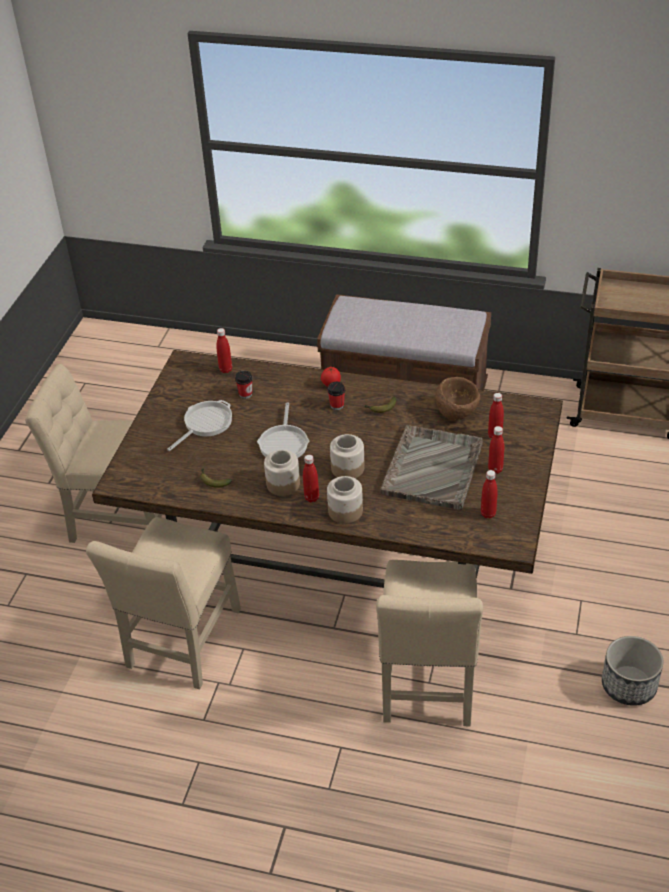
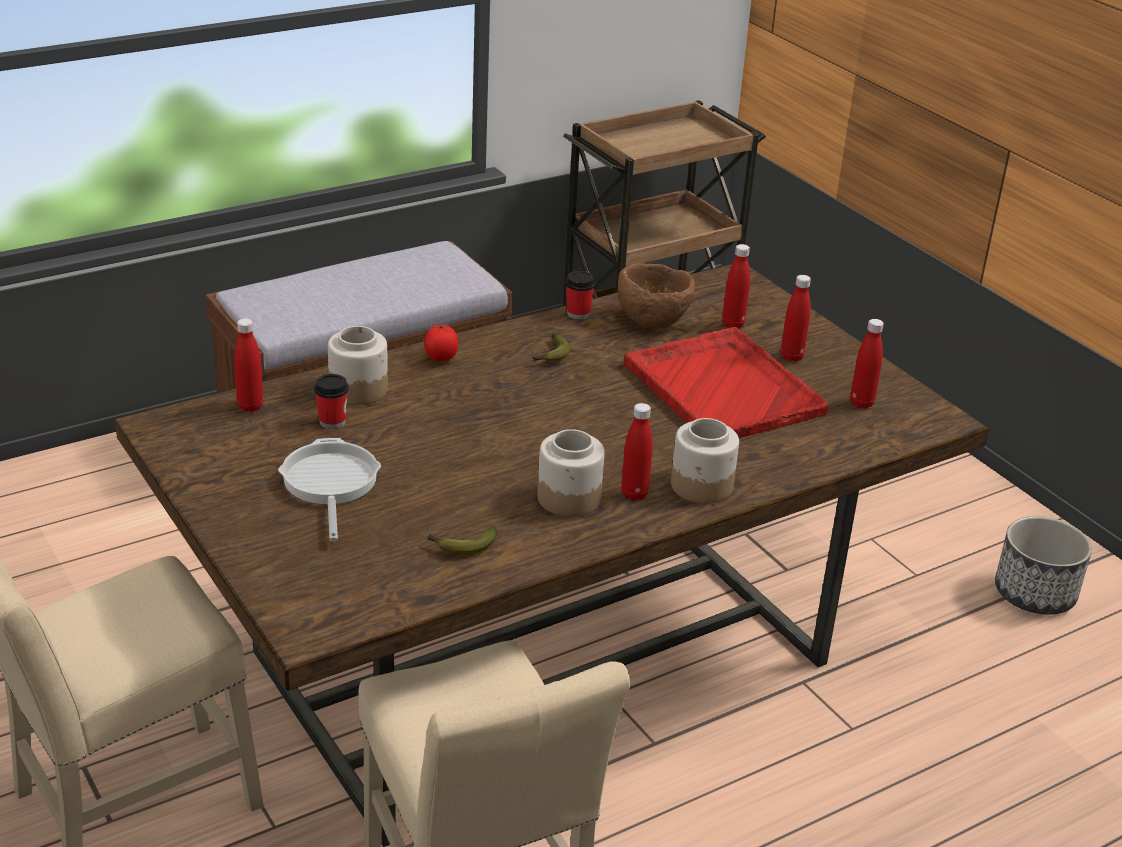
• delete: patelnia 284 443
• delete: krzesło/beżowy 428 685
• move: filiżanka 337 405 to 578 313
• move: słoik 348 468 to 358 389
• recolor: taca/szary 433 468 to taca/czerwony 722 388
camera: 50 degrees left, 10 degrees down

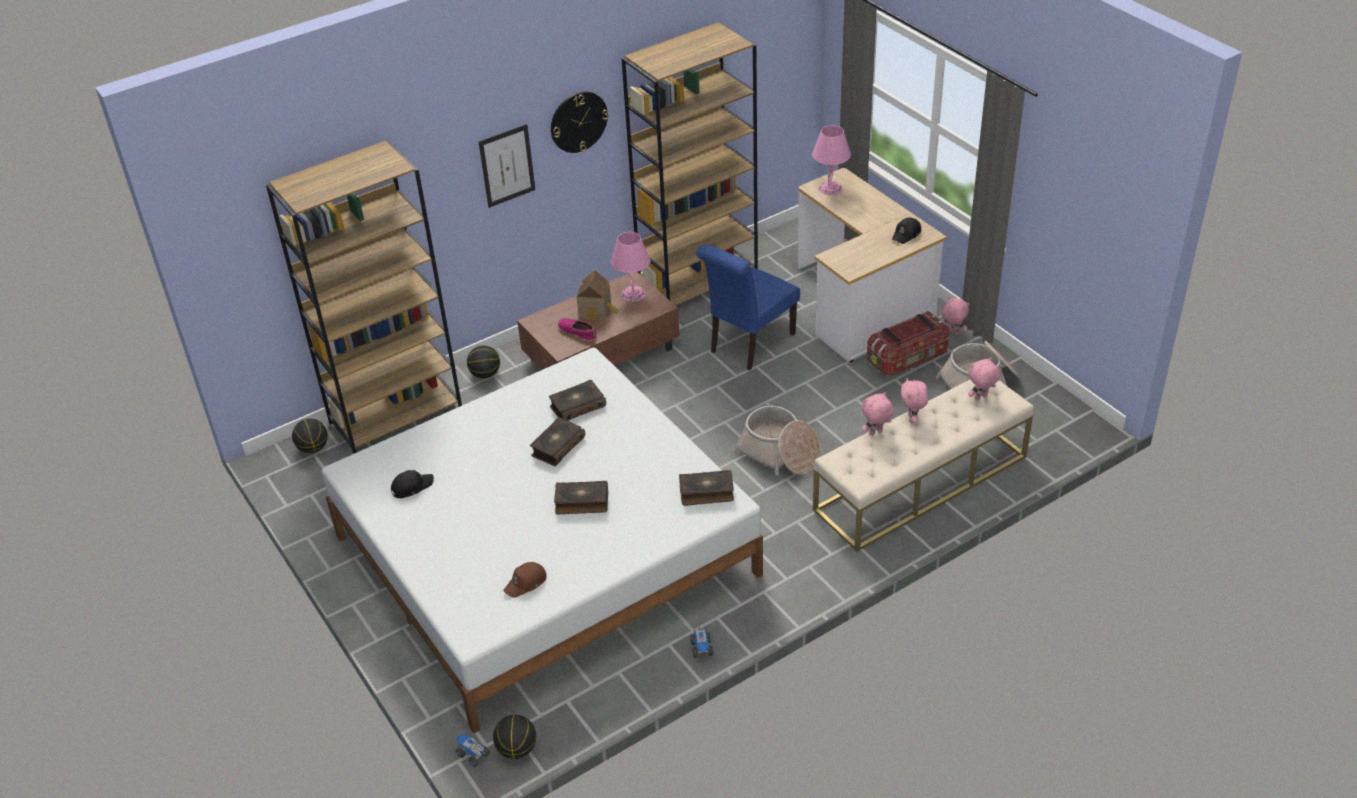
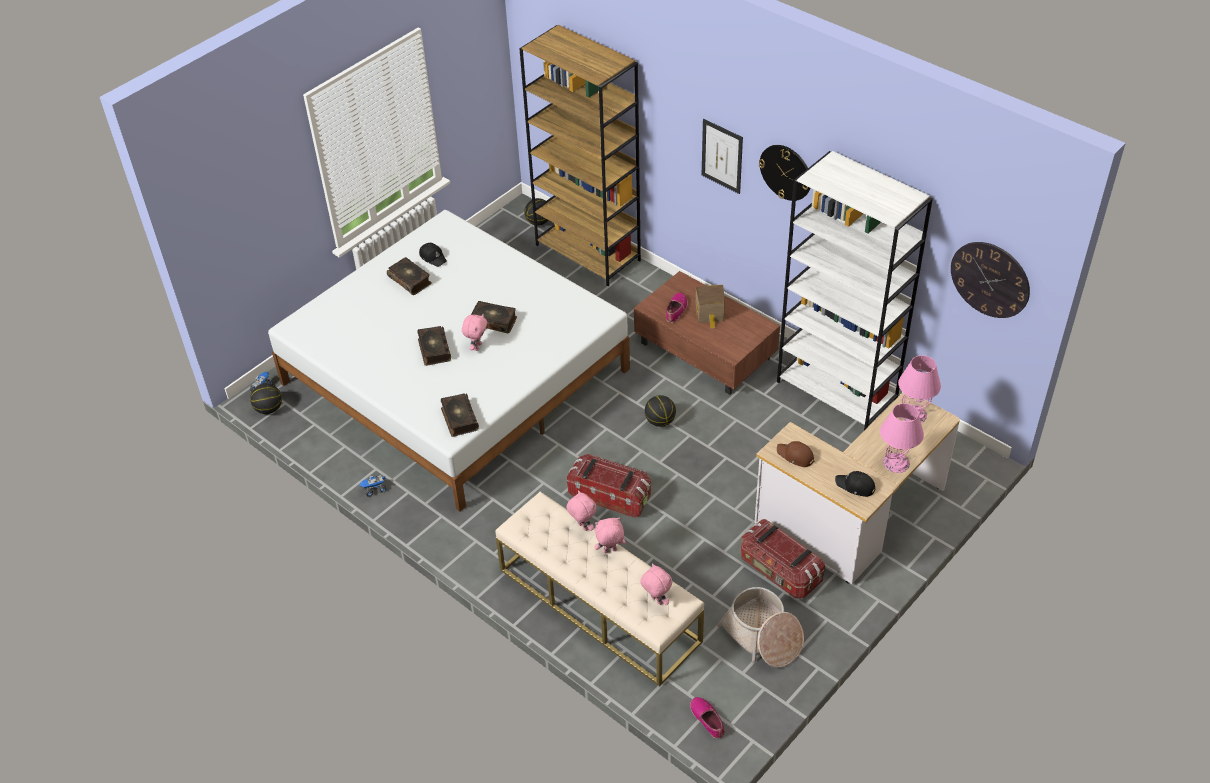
• delete: krzesło/niebieski 748 345
• insert: but 708 719
• insert: zegar ścienny 990 279
• move: piłka do koszykówki 485 374 to 660 421
• move: czapka z daszkiem/brązowy 526 583 to 795 456
• move: książka 577 406 to 410 280
• move: lampa stołowa/różowy 632 294 to 896 462
• move: pluszak/różowy 952 333 to 477 346
• replace: koszyk 779 454 to pojemnik do przechowywania 610 496
• recolor: regał/brązowy 698 282 to regał/biały 837 391
camera: 75 degrees right, 5 degrees up

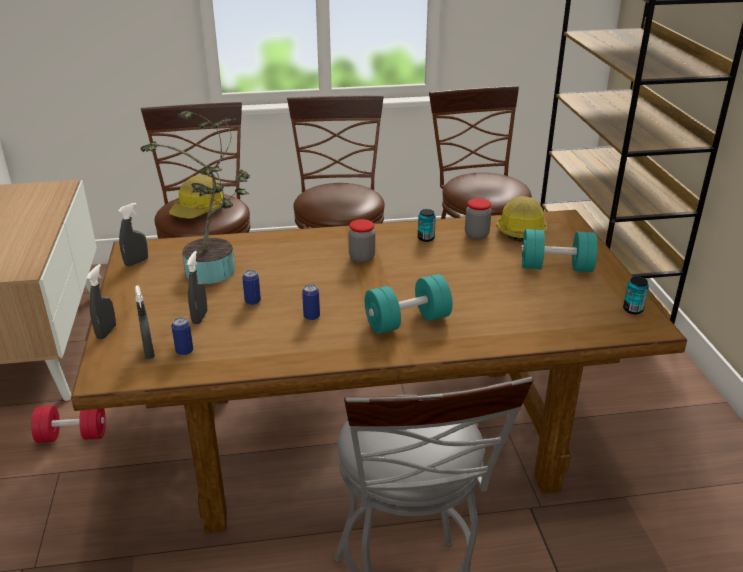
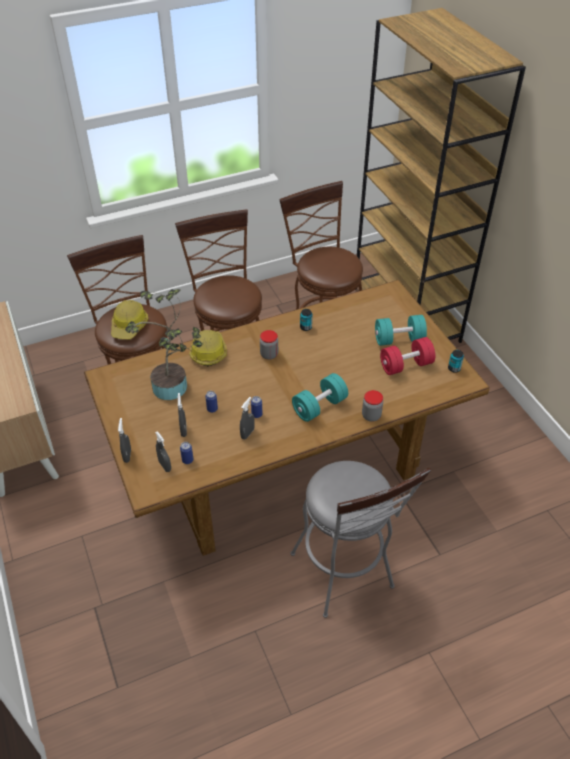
• move: hantel/czerwony 72 435 to 406 365
• move: spryskiwacz/szary 136 262 to 247 433
• move: słoik 476 235 to 371 415
• move: kask 520 229 to 208 352
camera: 15 degrees left, 15 degrees up

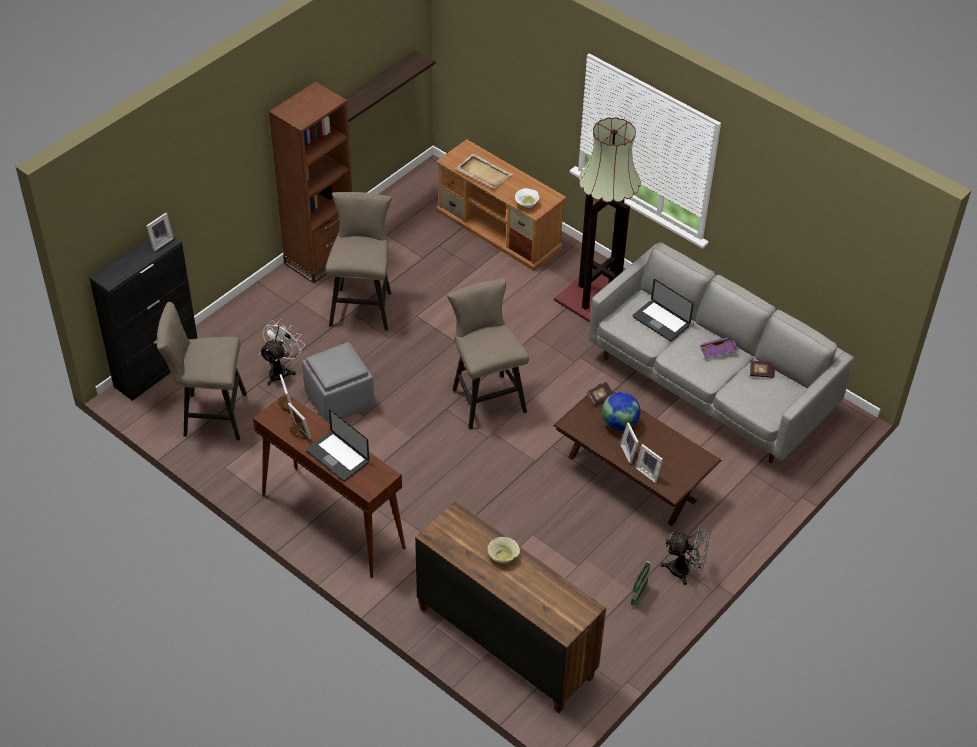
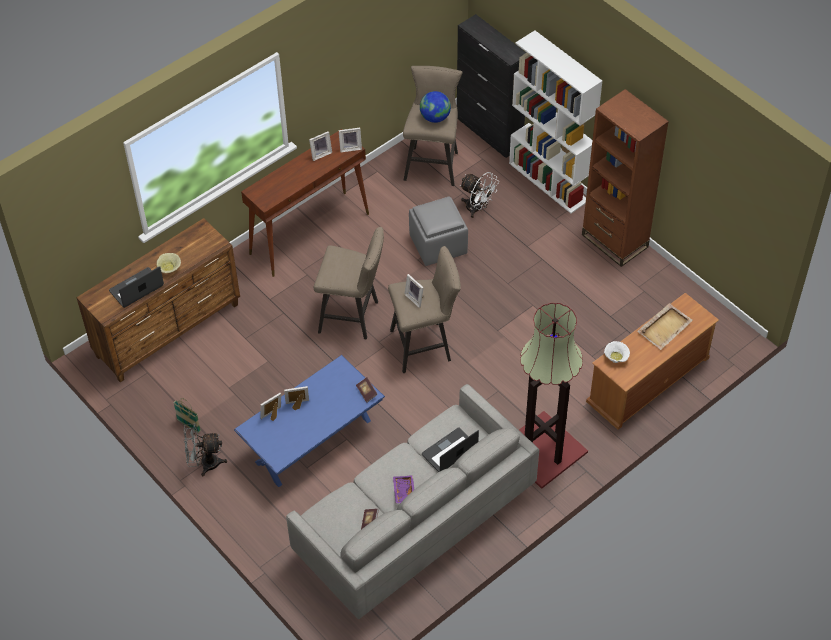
• delete: półka 372 89
• insert: regał/biały 549 182
• move: ramka na zdjęcie 160 242 to 415 298
• move: laptop 337 457 to 136 288
• move: stołek/beżowy 362 305 to 353 317
• move: globus 619 423 to 435 117
• recolor: ława/brązowy 632 478 to ława/niebieski 313 441
• rotate: wentylator/szary 685 571 = 204 463 60 degrees clockwise
camera: 100 degrees right, 5 degrees up

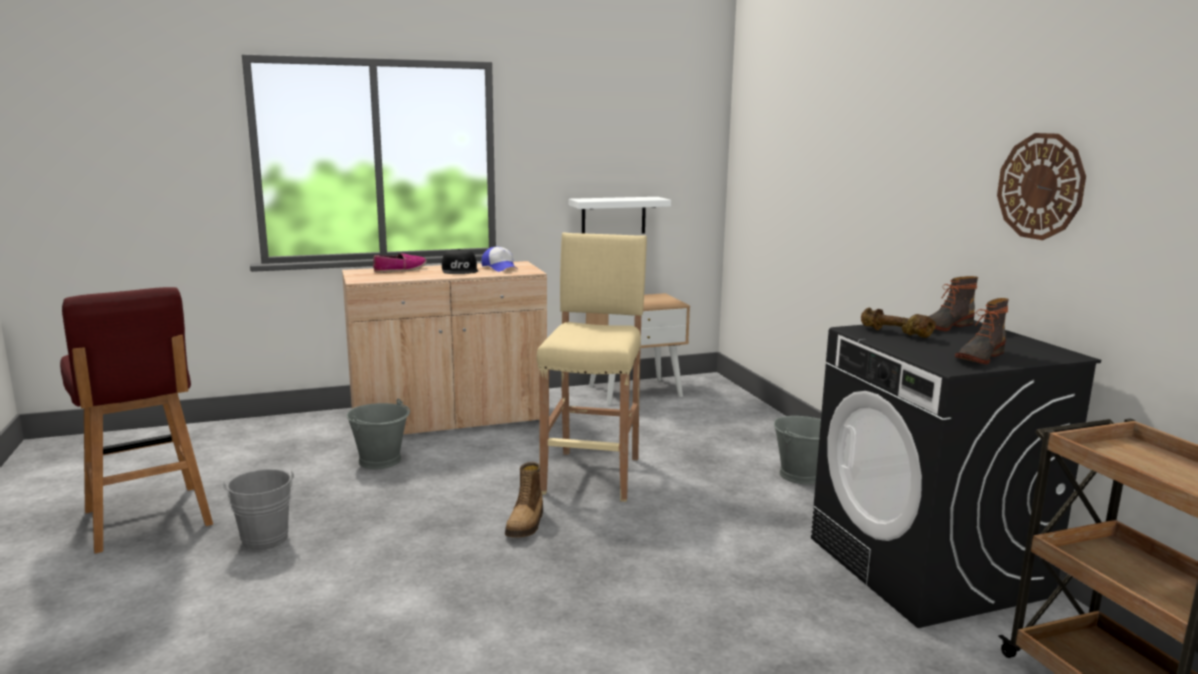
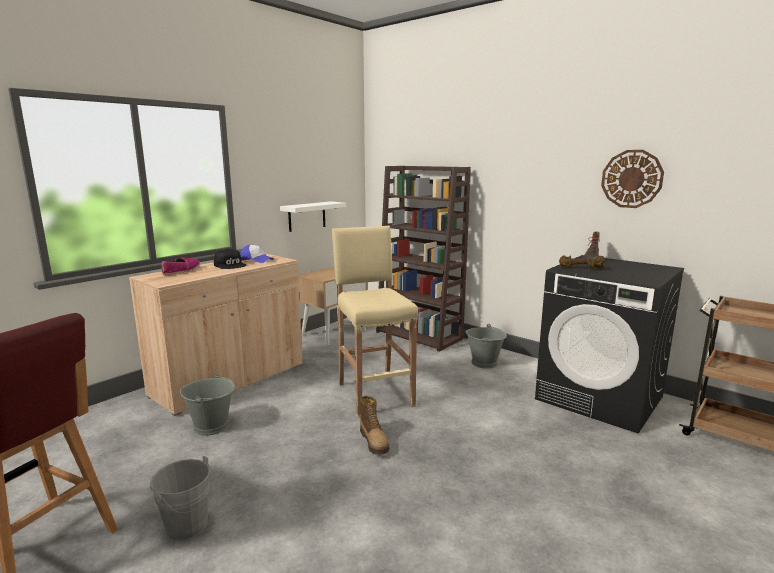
• delete: but z cholewką 978 357
• insert: regał/brązowy 420 335
camera: 30 degrees left, 0 degrees up

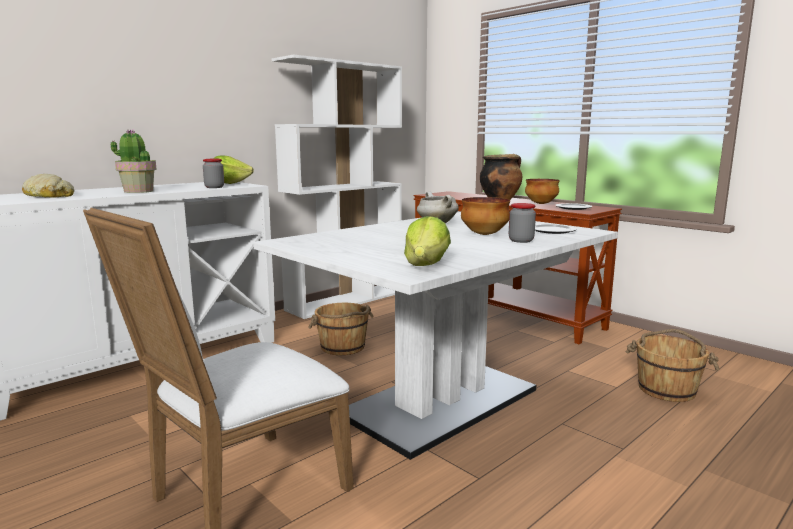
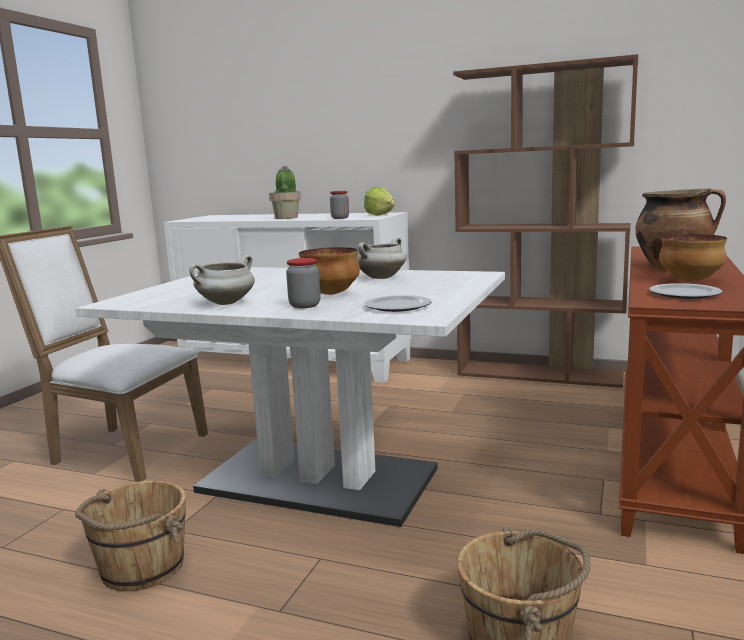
• delete: chleb 49 195
• delete: sałata 426 265
• insert: garnek/biały 225 303
• move: wiadro/brązowy 343 347 to 141 568
• recolor: regał/biały 345 301 to regał/brązowy 540 374
camera: 65 degrees right, 0 degrees up

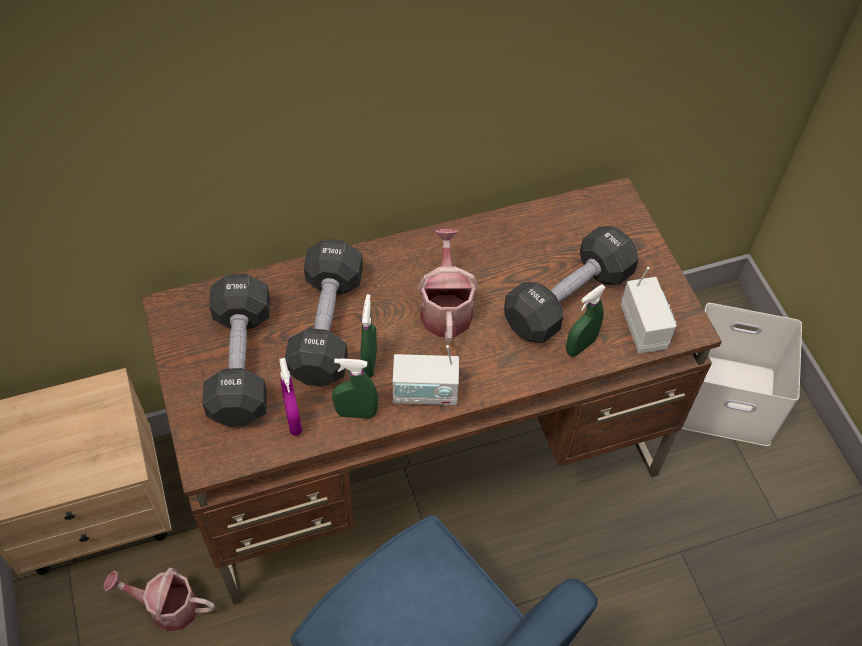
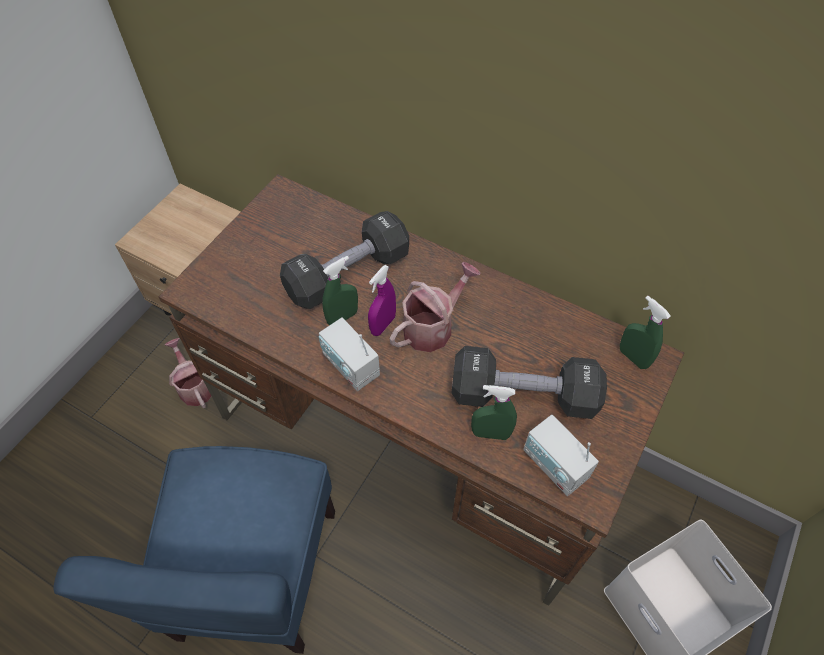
• delete: hantel/czarny 241 363
• move: spryskiwacz/fioletowy 293 420 to 383 325
• move: spryskiwacz/zielony 356 413 to 633 357
• rotate: radio 643 328 = 554 465 105 degrees clockwise
camera: 50 degrees right, 0 degrees up

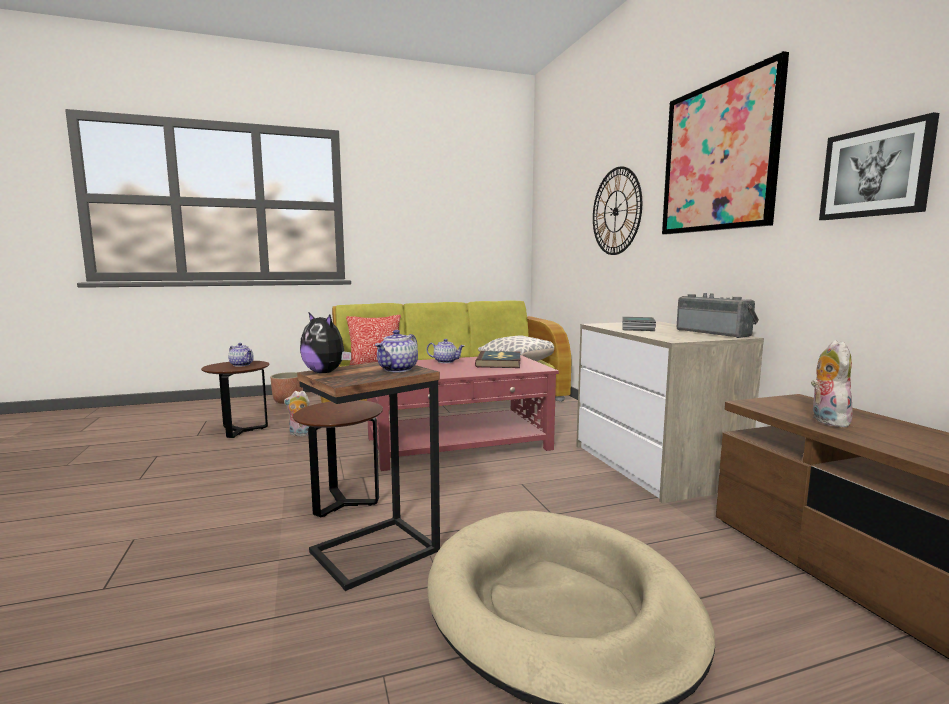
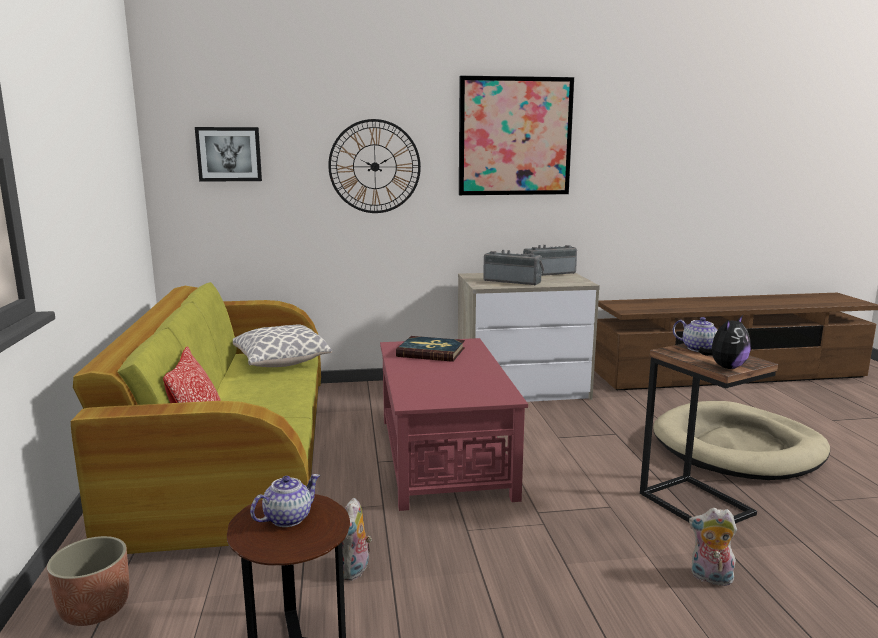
• delete: stolik/brązowy 342 504
• delete: imbryk 446 361
• move: pluszak 826 420 to 710 578
• move: obraz 876 172 to 229 154
• replace: książka 639 328 to radio 513 281
camera: 80 degrees left, 5 degrees up

